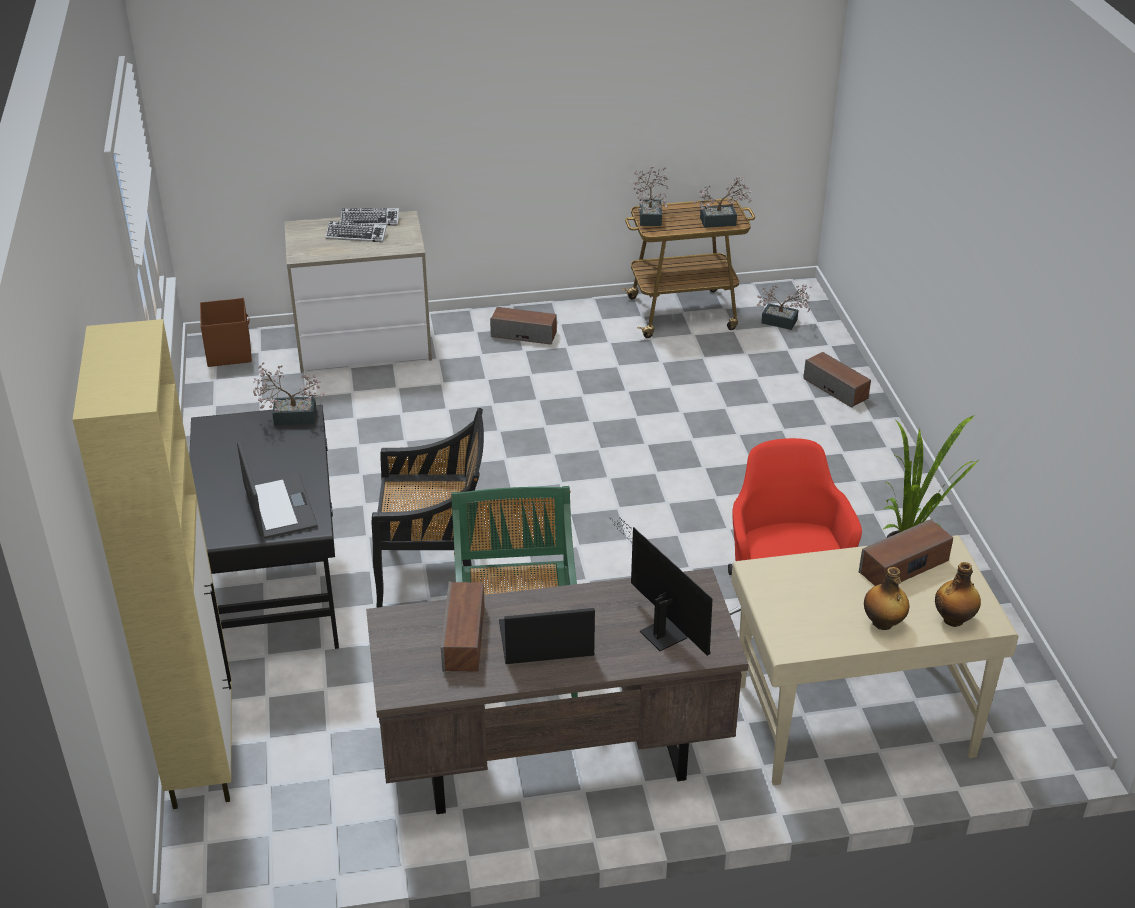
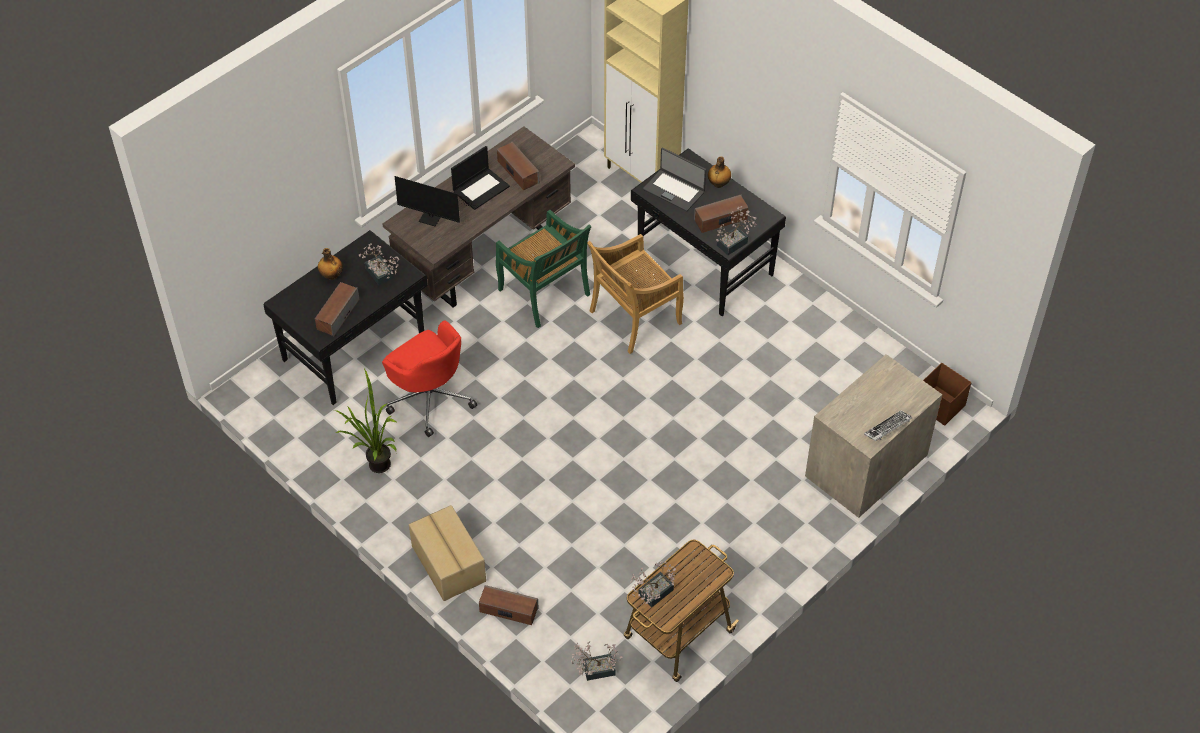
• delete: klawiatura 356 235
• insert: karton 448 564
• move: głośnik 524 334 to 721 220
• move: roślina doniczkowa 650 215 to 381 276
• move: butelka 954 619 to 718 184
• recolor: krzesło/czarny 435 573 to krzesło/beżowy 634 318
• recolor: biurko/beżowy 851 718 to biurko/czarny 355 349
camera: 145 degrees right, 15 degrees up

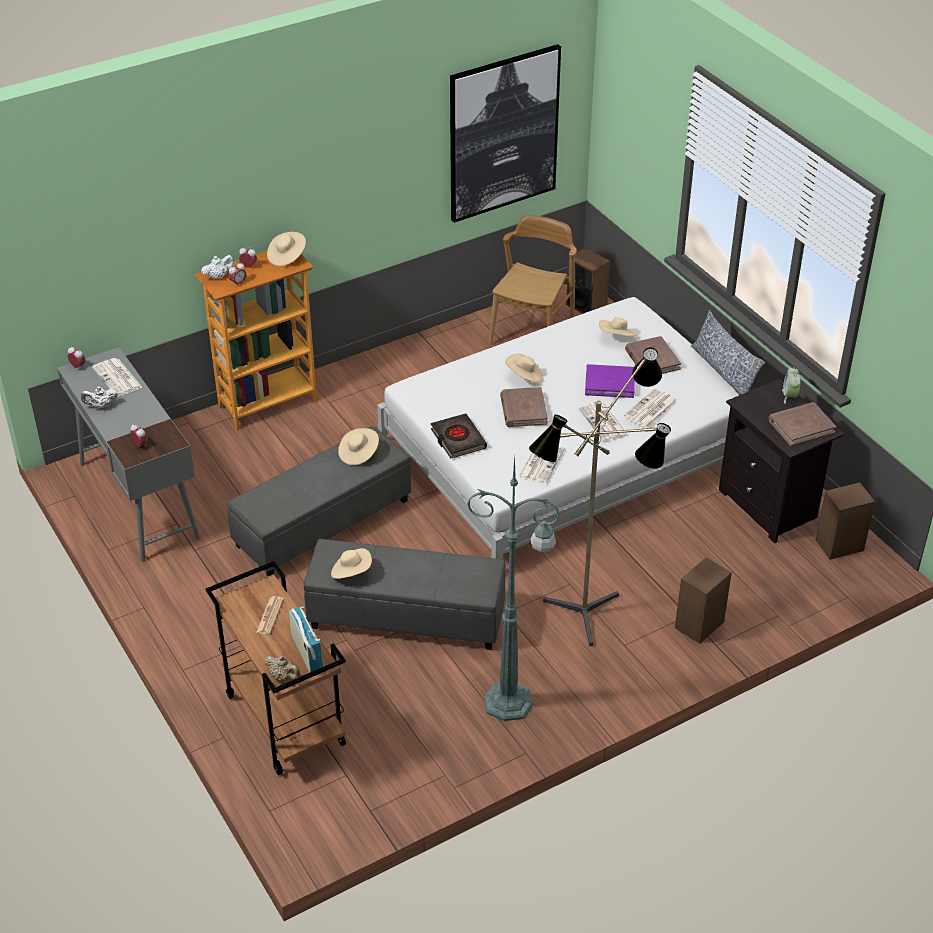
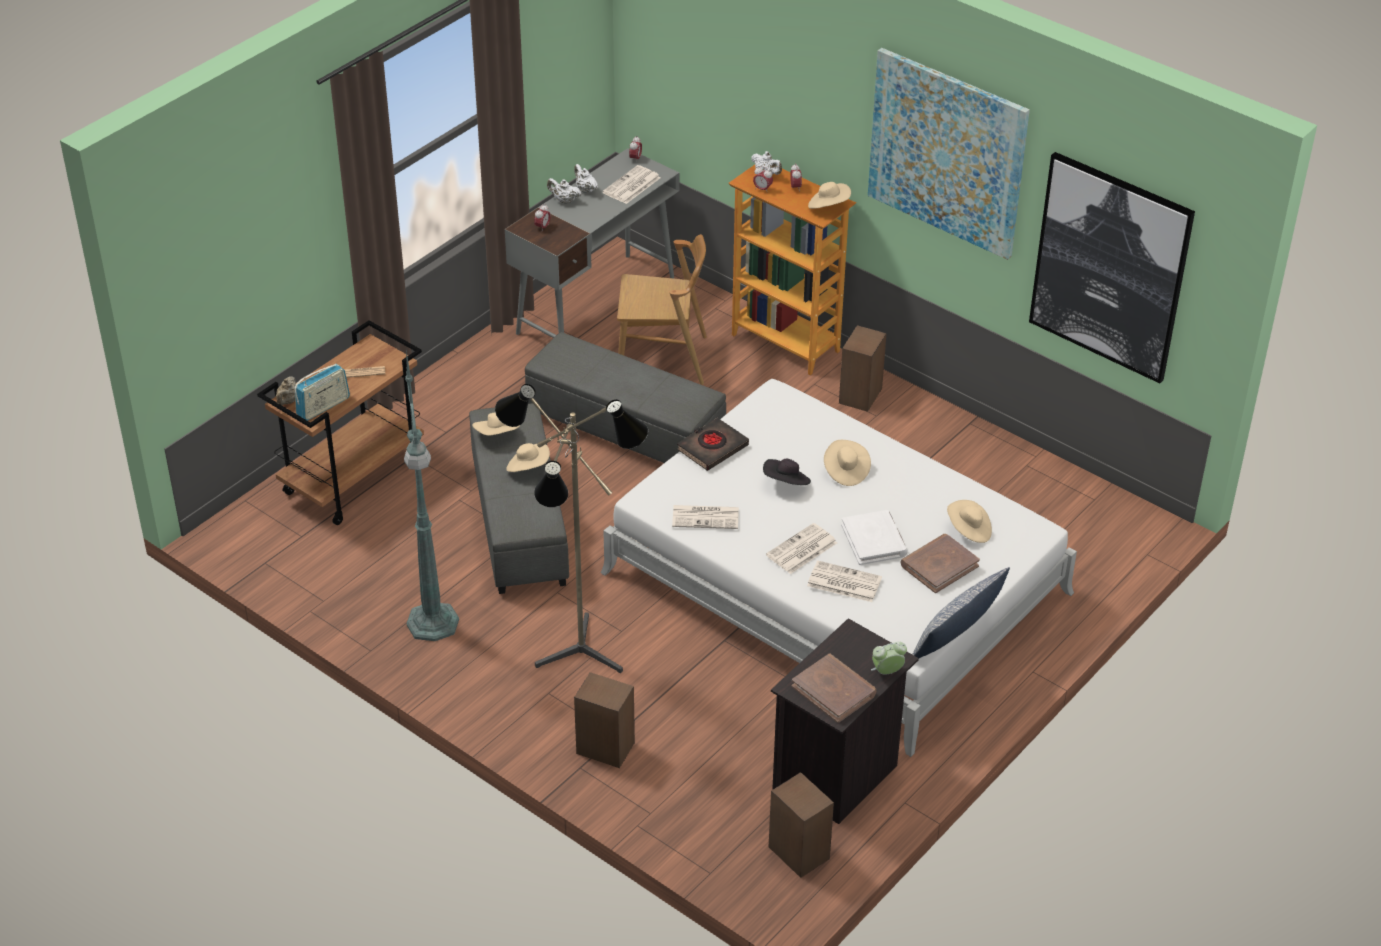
• insert: imbryk/biały 564 200
• insert: obraz 947 152
• move: kapelusz/beżowy 358 454 to 528 467
• move: krzesło/brązowy 532 332 to 662 359
• move: głośnik 586 306 to 860 395
• replace: książka/brązowy 523 410 to kapelusz/czarny 786 483
• recolor: książka/fioletowy 609 383 to książka/biały 874 540
camera: 70 degrees right, 0 degrees up

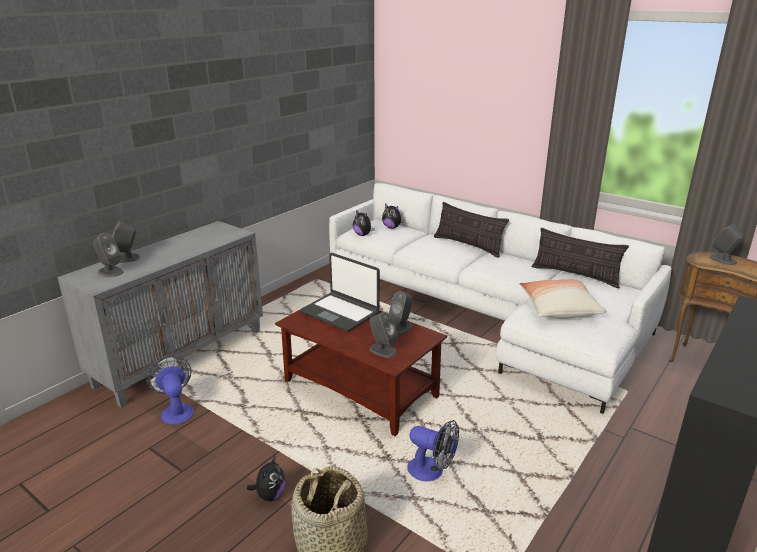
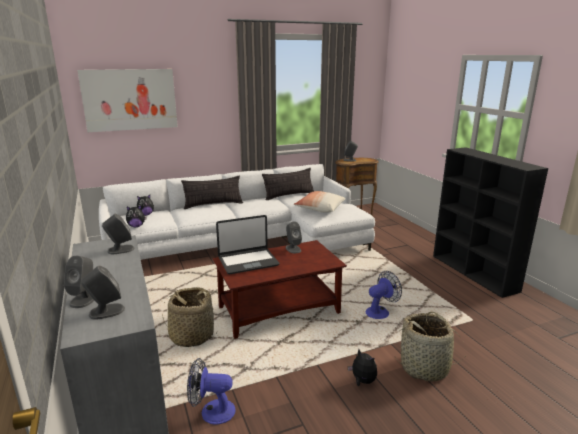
• insert: obraz 130 99
• insert: koszyk 191 336
• move: głośnik/szary 382 350 to 120 250
camera: 60 degrees left, 5 degrees down

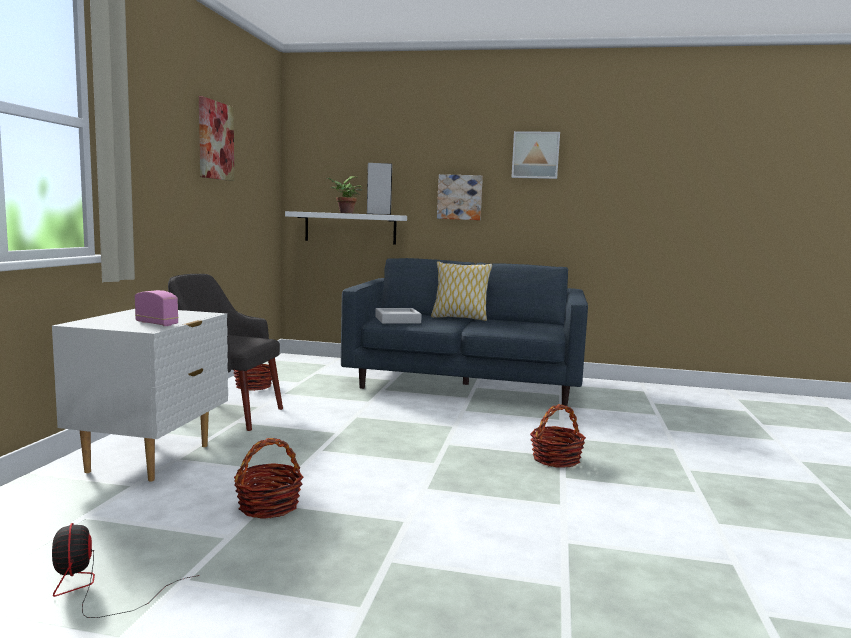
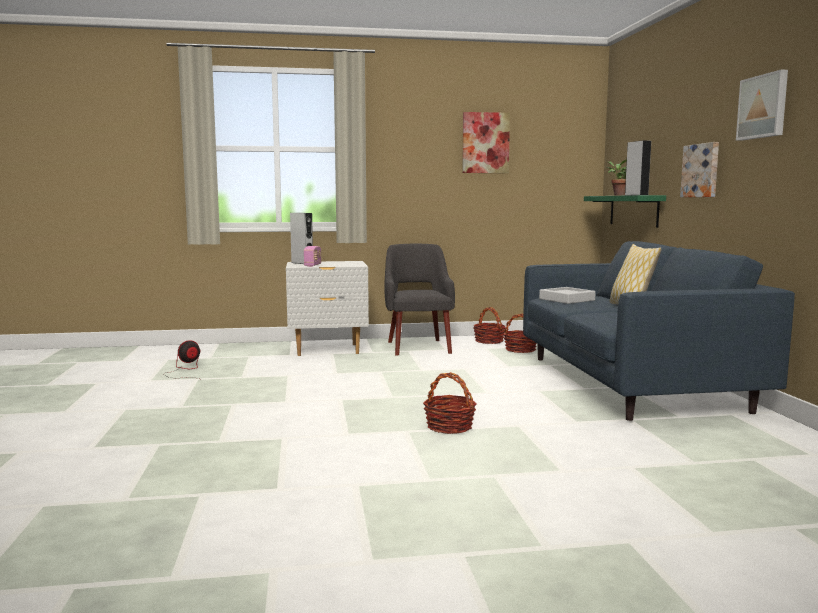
• insert: głośnik/szary 302 263
• move: koszyk 269 506 to 520 350
• recolor: półka/biały 350 228 to półka/zielony 633 210
camera: 70 degrees right, 0 degrees up

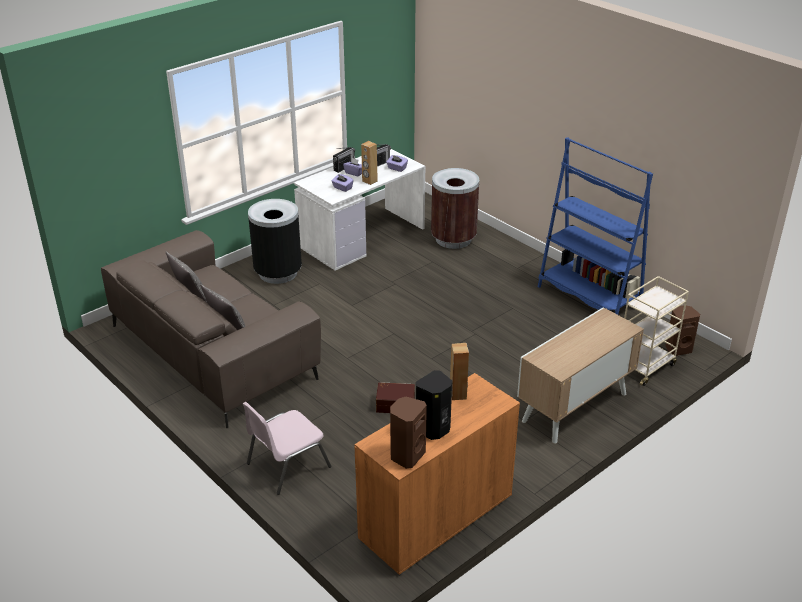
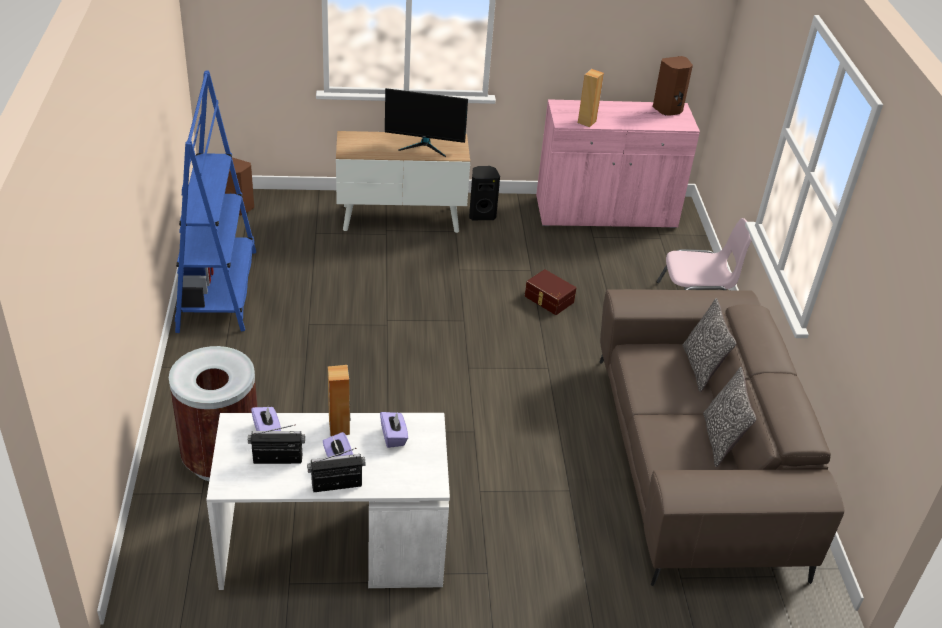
• delete: kosz na śmieci/czarny 278 273
• delete: wózek/beżowy 644 366
• insert: monitor 424 146
• move: głośnik/czarny 434 429 to 481 214
• recolor: szafka/pomarańczowy 436 517 to szafka/różowy 606 213
camera: 145 degrees left, 5 degrees up

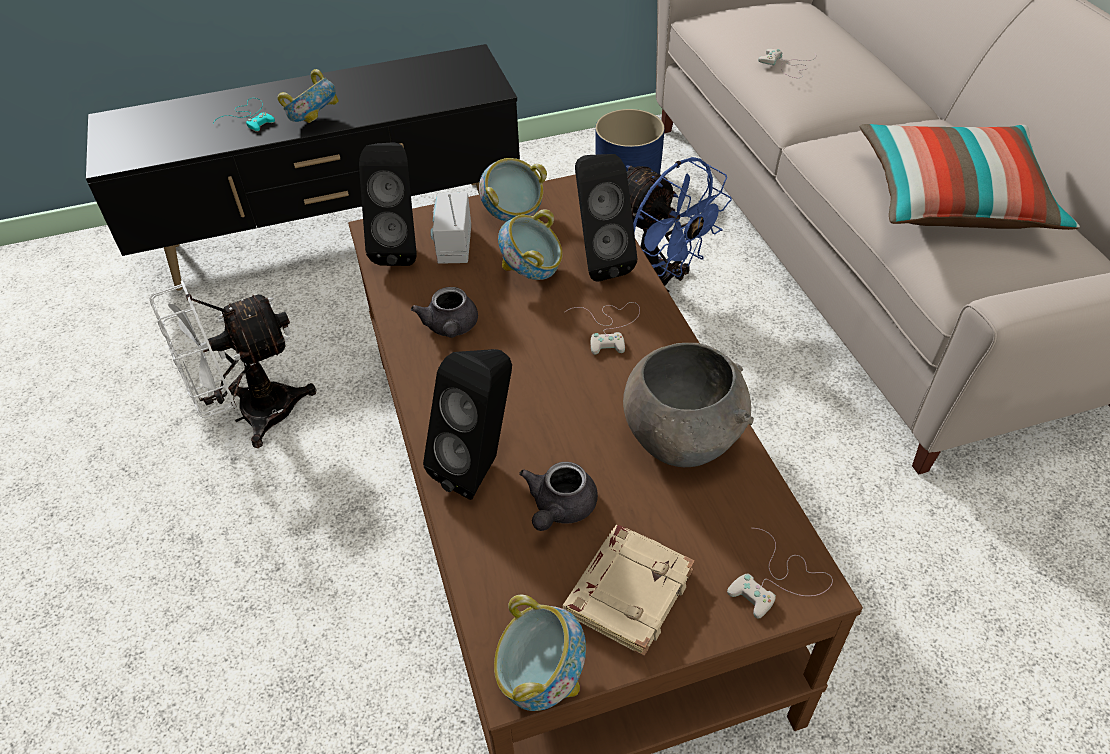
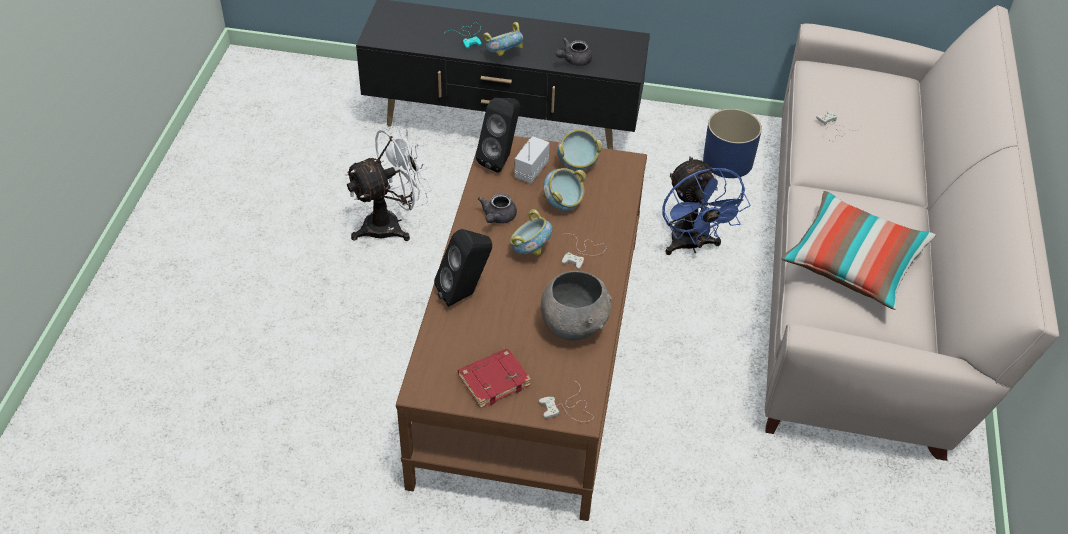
• delete: głośnik/czarny 598 261
• move: miska 540 677 to 530 250
• move: imbryk/szary 559 508 to 573 60
• recolor: książka/beżowy 628 591 to książka/czerwony 494 380
• rotate: wentylator/biały 252 415 = 391 224 150 degrees clockwise
camera: 25 degrees right, 0 degrees up

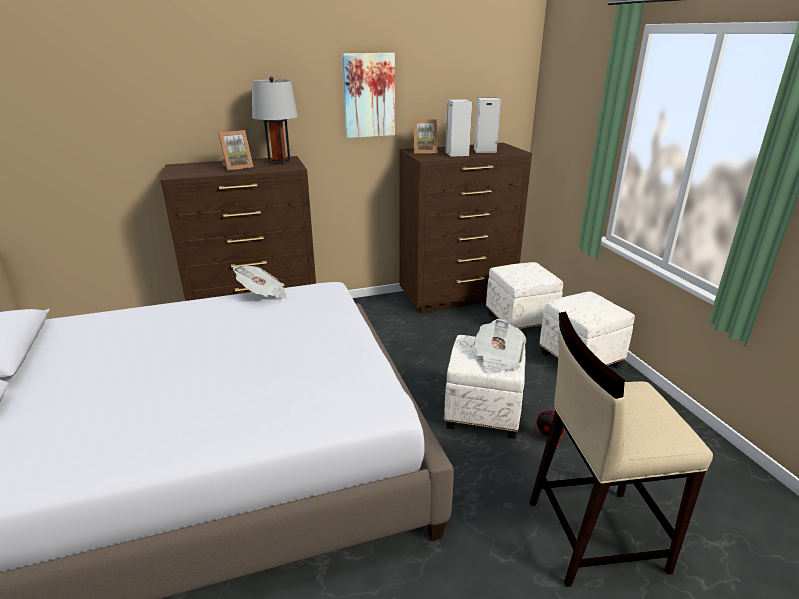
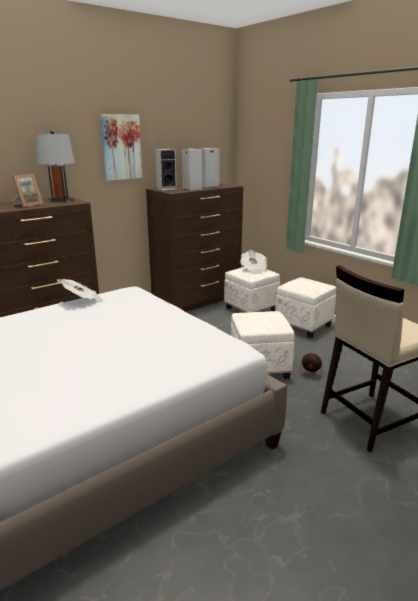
• move: gazeta 498 359 to 253 270
• replace: ramka na zdjęcie 424 152 to głośnik 167 189
camera: 20 degrees left, 5 degrees down

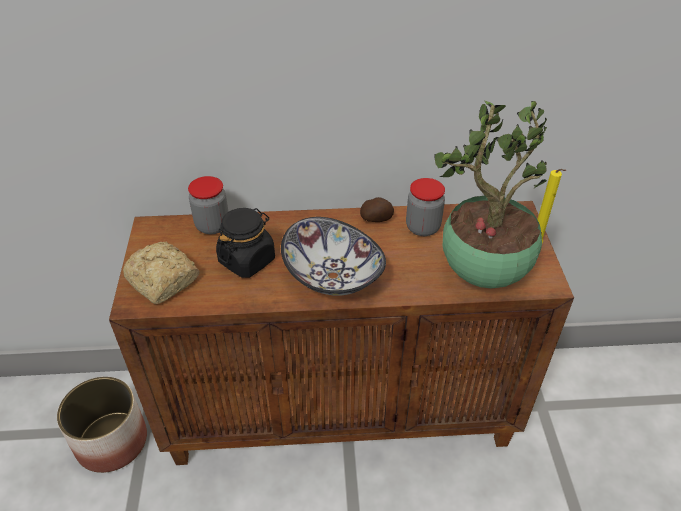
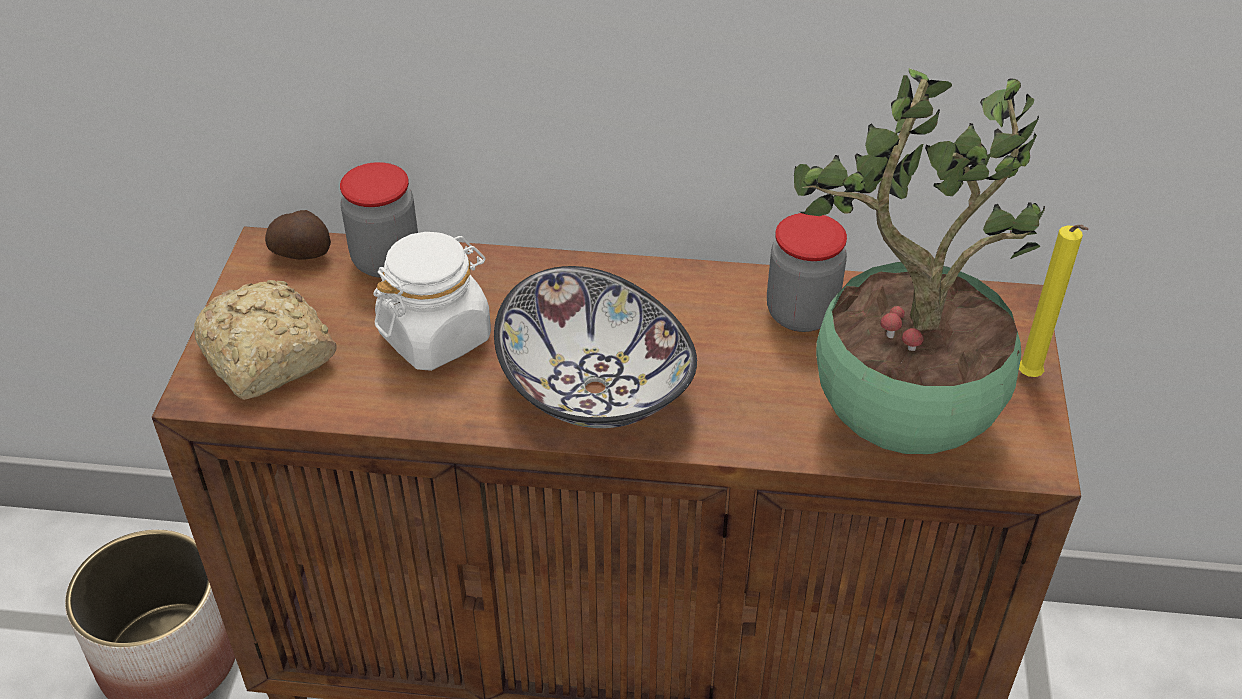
• move: ziemniak 376 219 to 302 253
• recolor: słoik/czarny 247 260 to słoik/biały 436 336
camera: 10 degrees right, 0 degrees up

